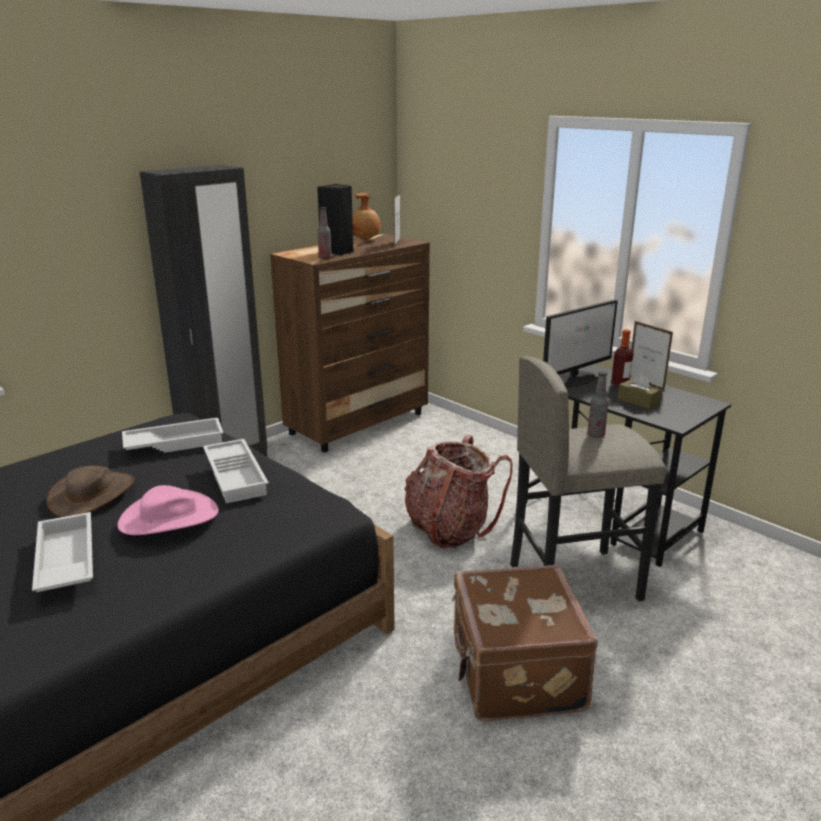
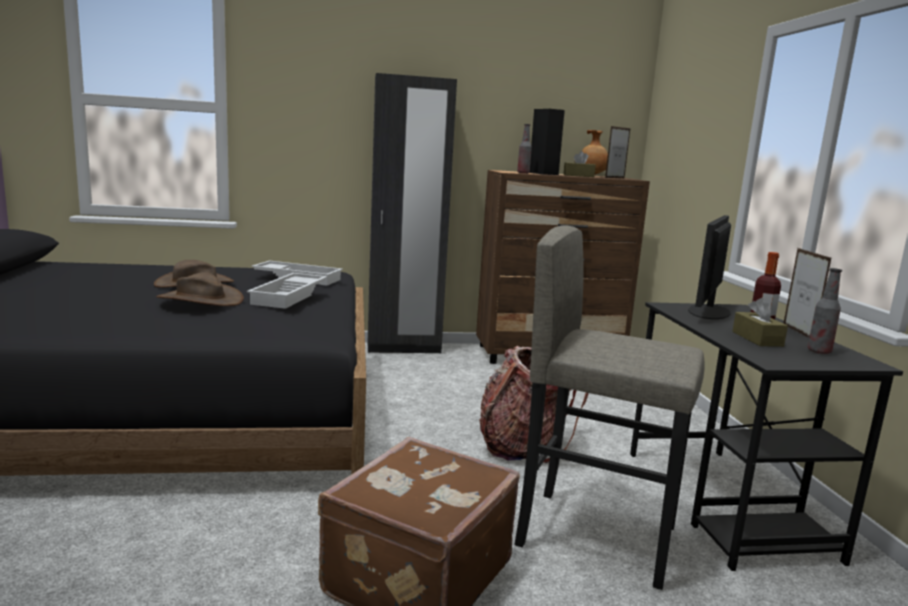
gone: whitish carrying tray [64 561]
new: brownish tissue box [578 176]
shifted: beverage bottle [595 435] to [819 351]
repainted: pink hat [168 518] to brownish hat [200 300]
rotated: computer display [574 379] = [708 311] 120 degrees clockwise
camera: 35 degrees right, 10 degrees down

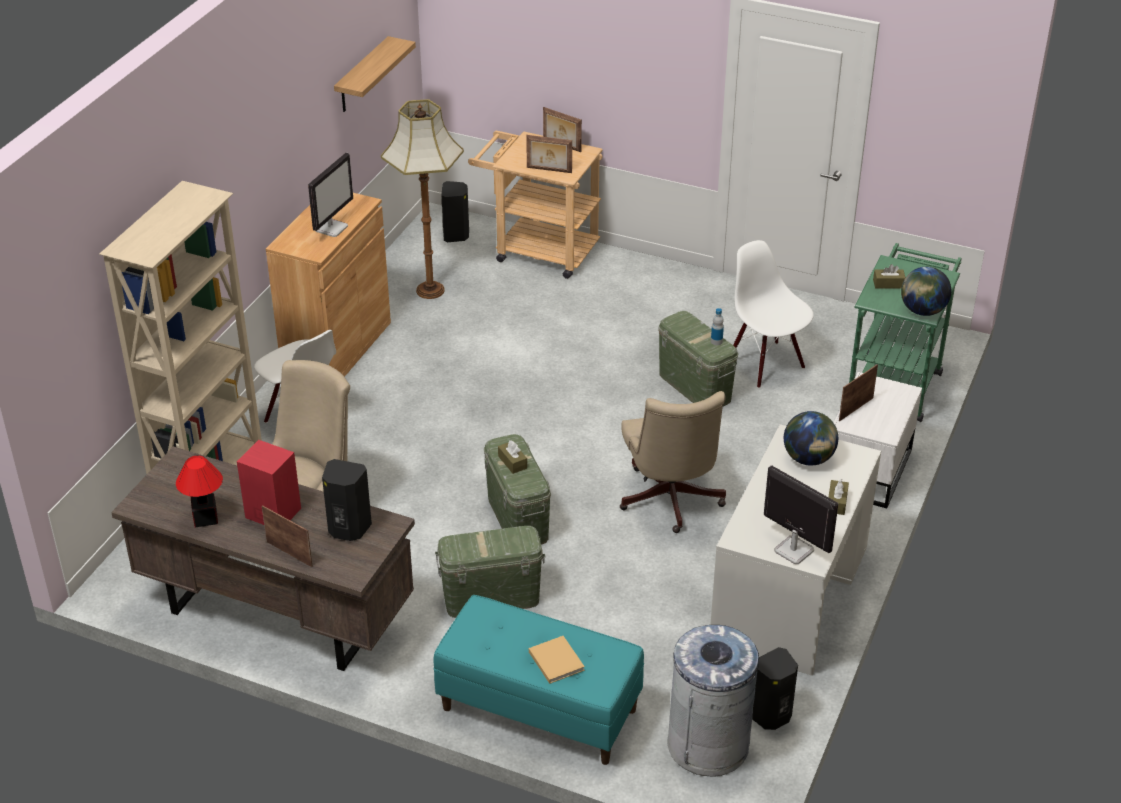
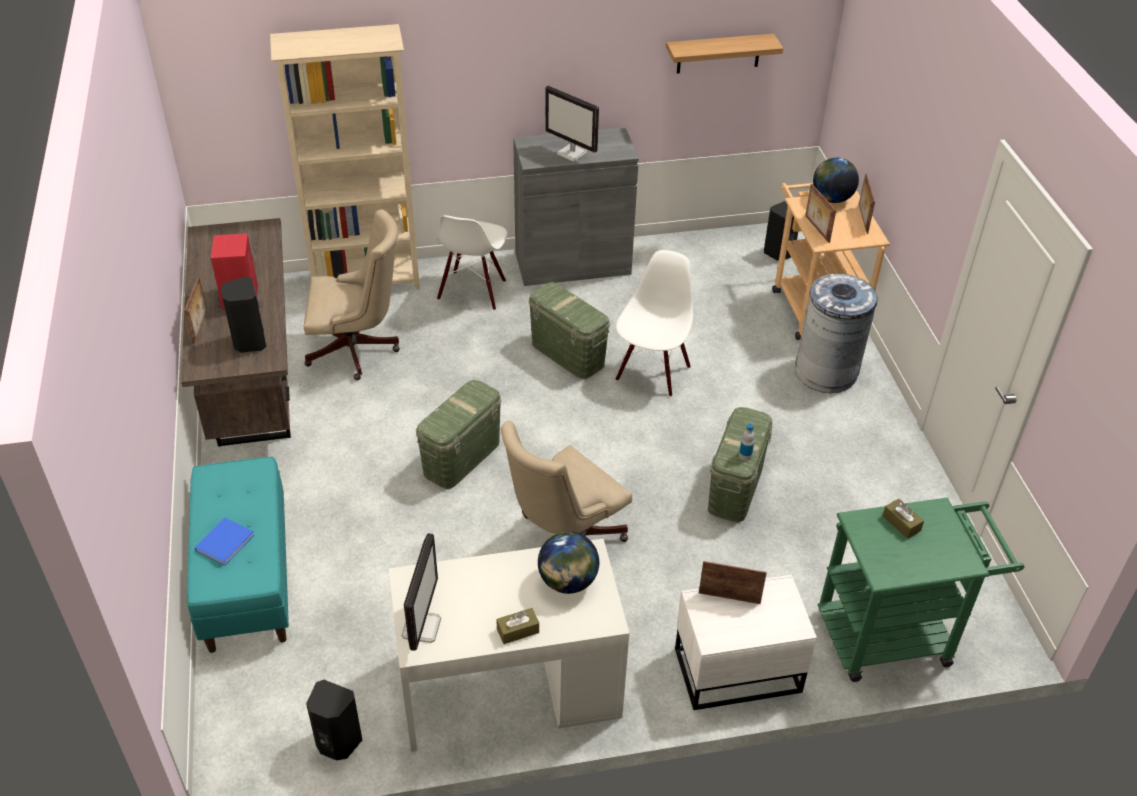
gone: standard lamp [430 290]; brownish tissue box [512 462]; table lamp [205 519]
shifted: whitish plain chair [765 364] to [652 372]; globe [922 311] to [831 198]; greenish storage bin [491 598] to [567 354]; grey trash can [708 744] to [826 372]
repainted: brownish storage cabinet [337 347] to grey storage cabinet [572 263]; sand-coloured volume [555 660] to blue volume [226 541]
rotated: computer display [331 228] = [572 153] 45 degrees clockwise
camera: 55 degrees right, 5 degrees up

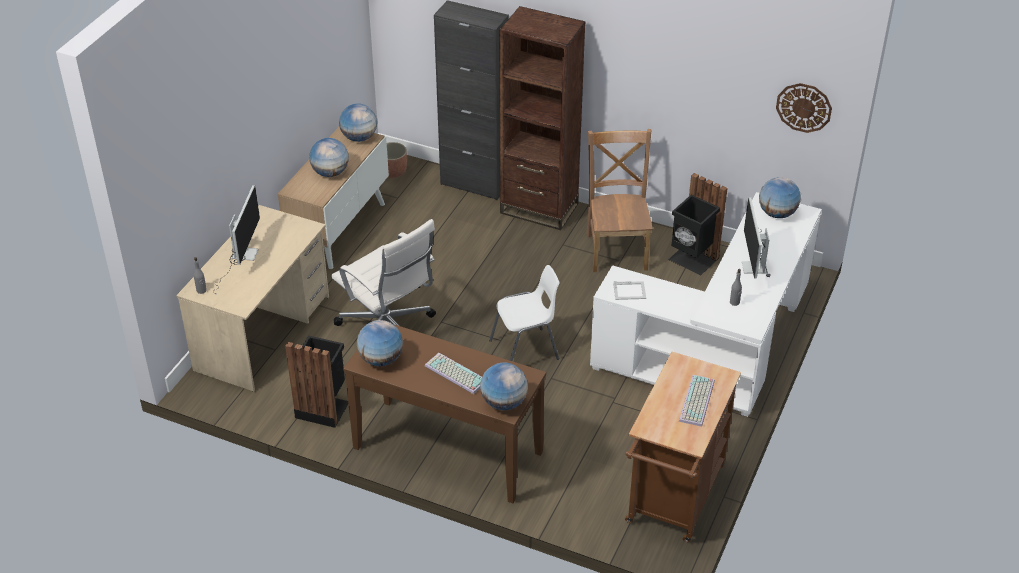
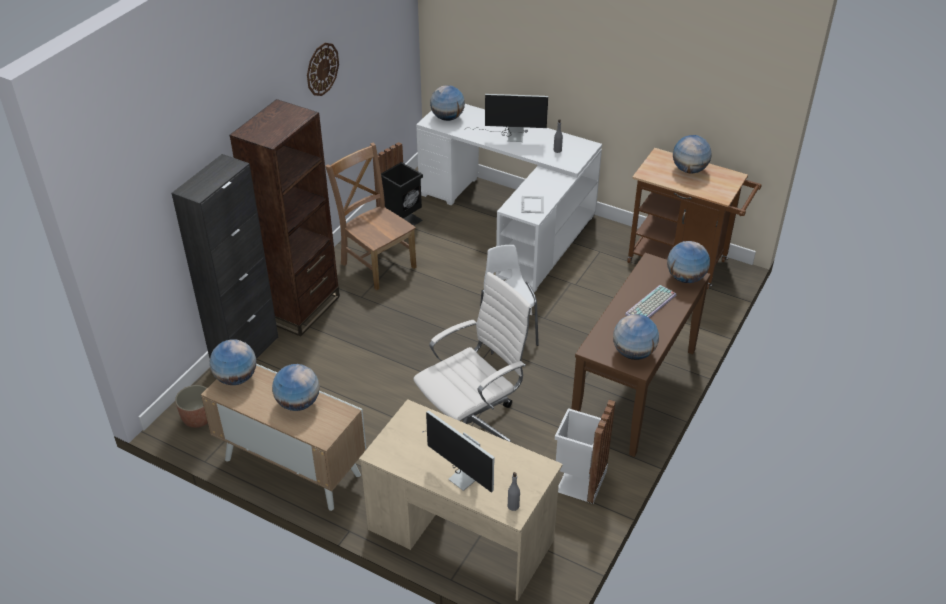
shifted: wall clock [804 107] to [322 69]
swapped: keyboard [698 401] to globe [689 170]
repainted: black-coloured trash can [323 407] to whitish trash can [578 480]
rotated: brownish plain chair [617 249] = [377 263] 45 degrees clockwise; computer display [241 259] = [460 471] 150 degrees counterclockwise
camera: 85 degrees left, 0 degrees up

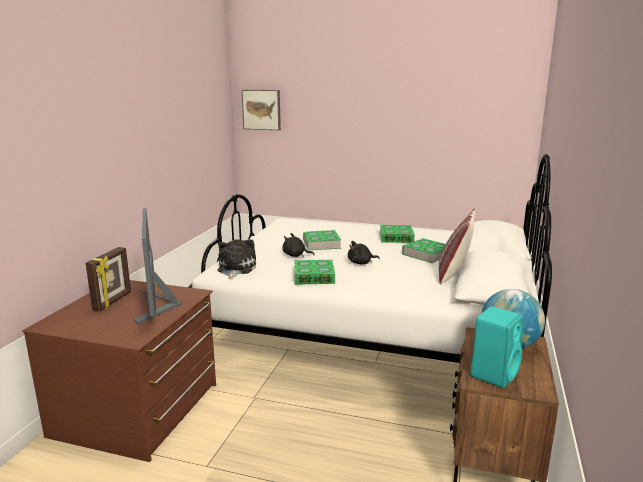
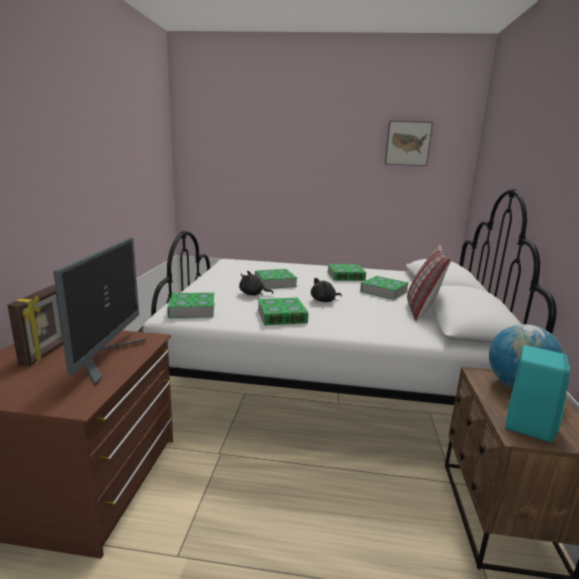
shifted: wall art [262 109] to [407 143]
swapped: cuddly toy [235 269] to volume [192 310]
rotated: computer display [157 306] = [106 357] 150 degrees counterclockwise
camera: 10 degrees left, 0 degrees up

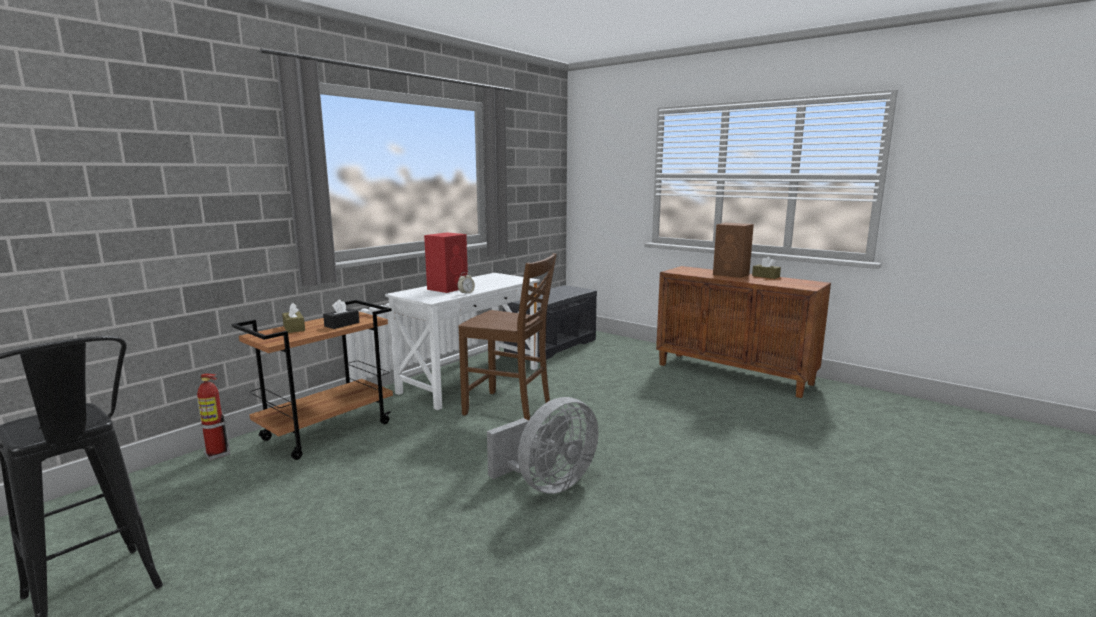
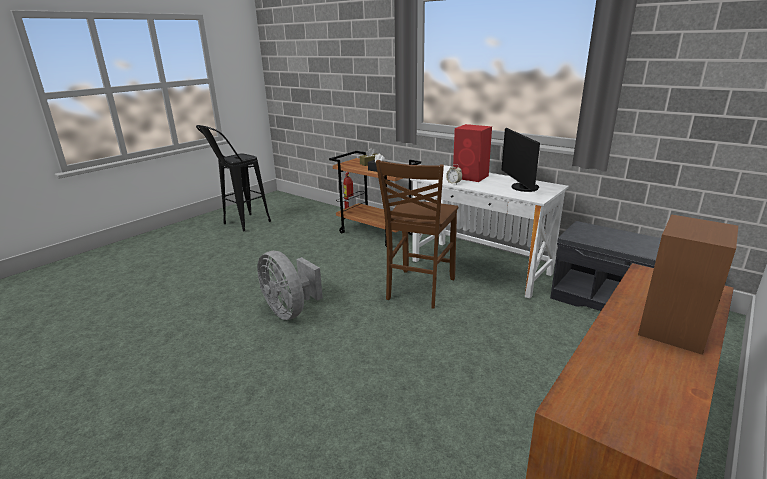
gone: brownish tissue box [765 276]
new: computer display [521 188]
camera: 90 degrees right, 10 degrees up

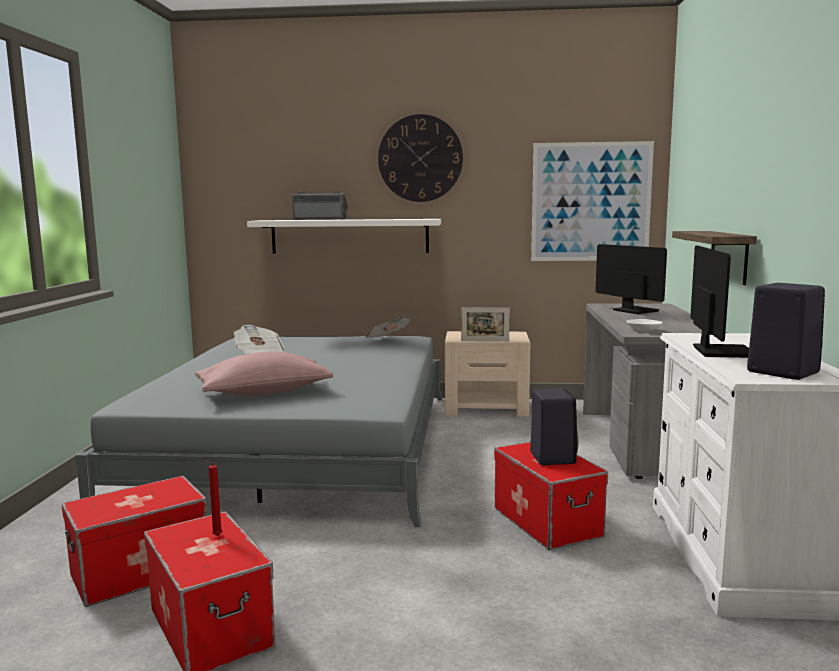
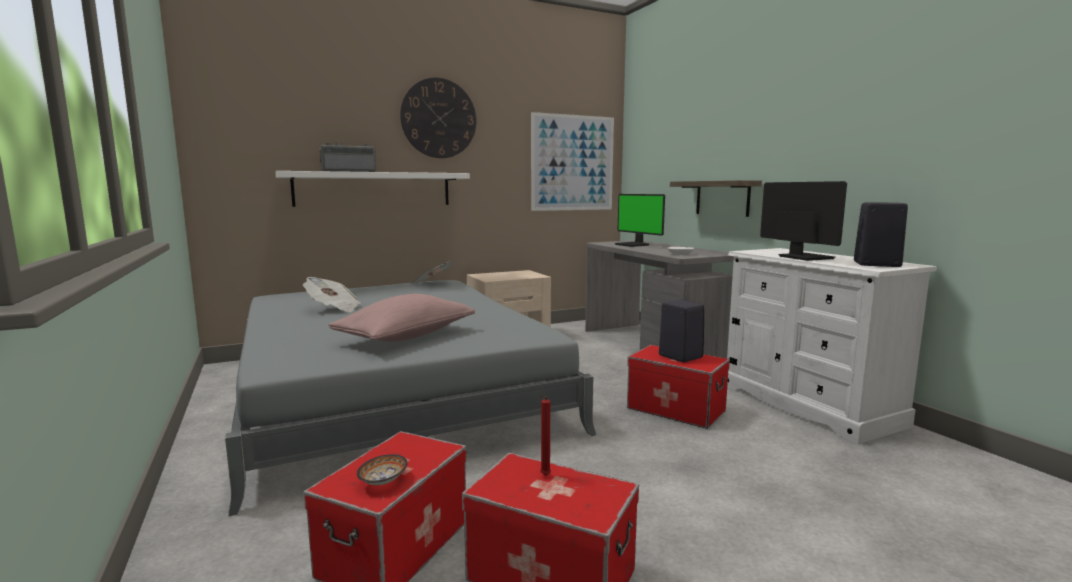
gone: standing frame [485 341]
new: serving bowl [381 482]
rotated: computer display [633 311] = [633 245] 150 degrees counterclockwise
camera: 30 degrees left, 0 degrees up

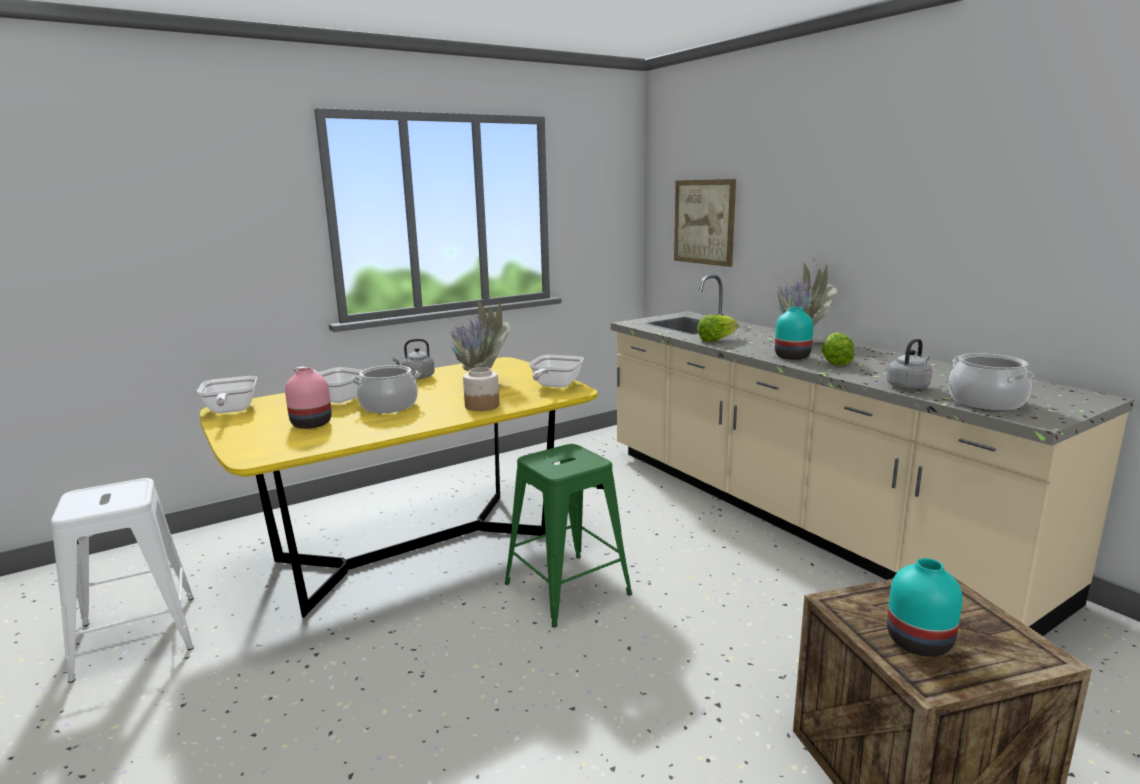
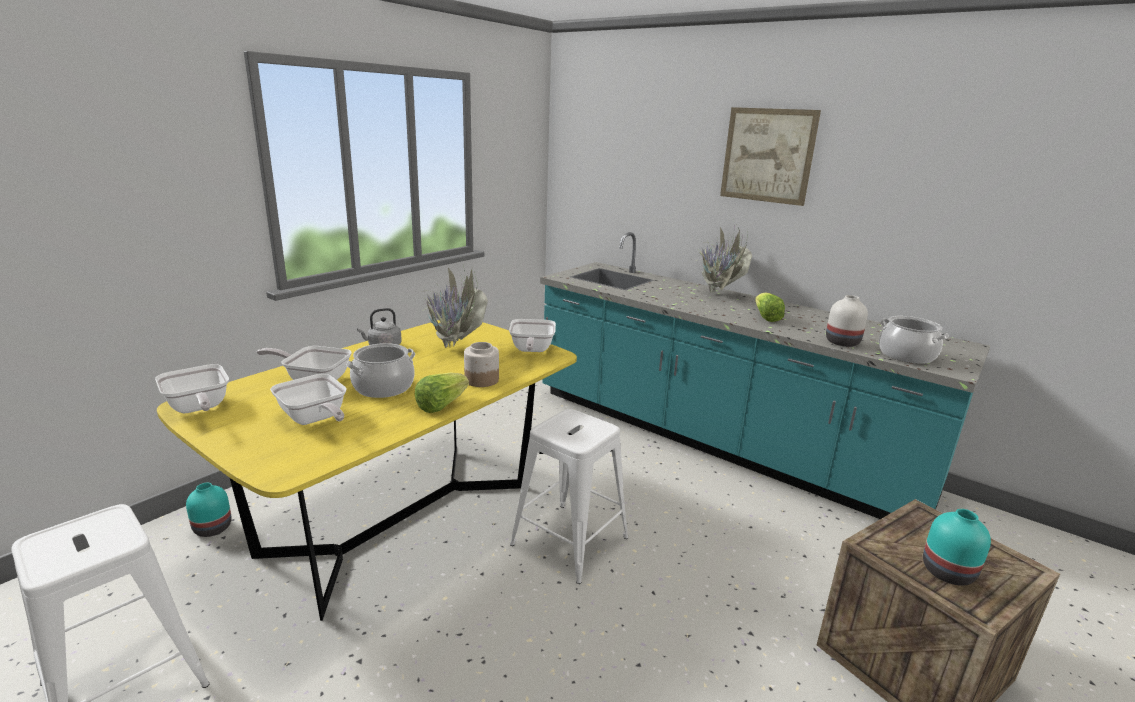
shifted: wall art [704 222] to [767 155]; turquoise flower vase [793 356] to [214 528]; head of lettuce [716 340] to [441 405]
swapped: grey kettle [908 386] to whitish flower vase [841 342]; pink flower vase [310 424] to skillet [314 419]
repainted: sand-coloured kitchen counter [797 515] to turquoise kitchen counter [716 440]; greenish sitting stool [567 588] to whitish sitting stool [569 541]
camera: 20 degrees left, 5 degrees up

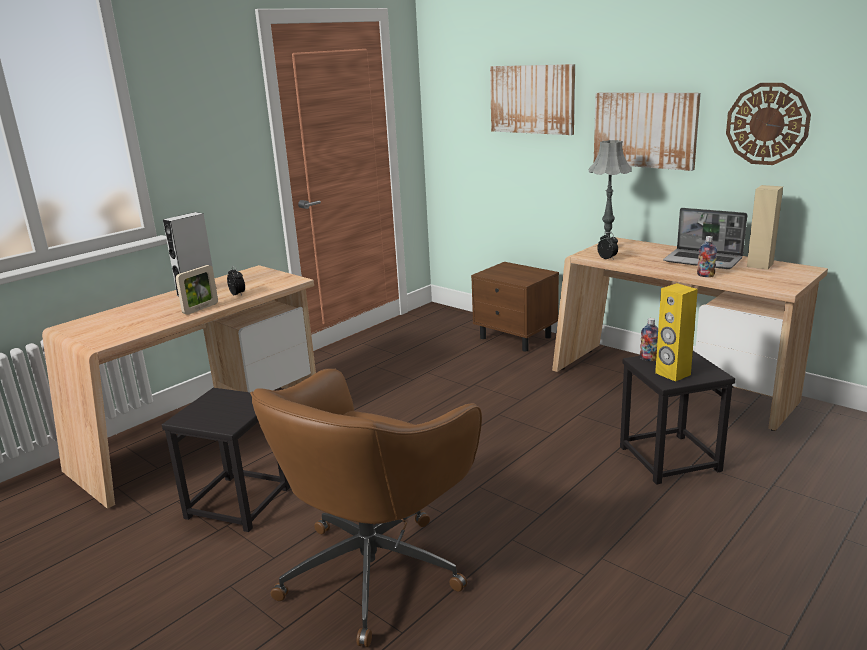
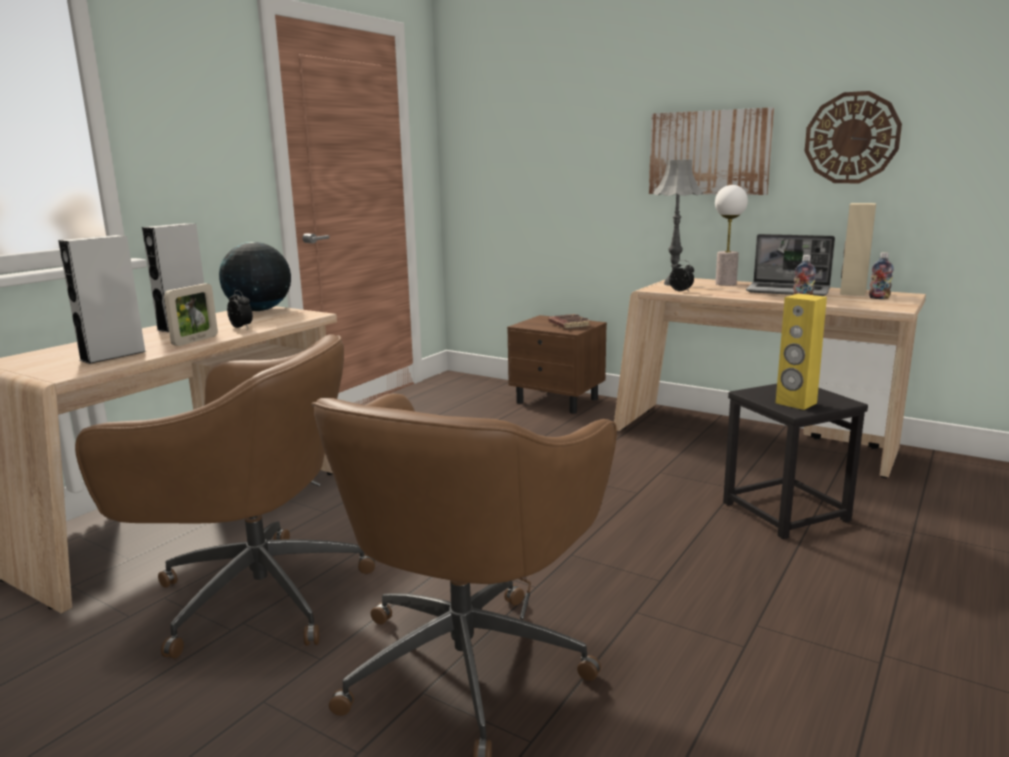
gone: wall art [532 99]
new: table lamp [725 283]; grey audio speaker [113 355]; globe [259 310]; brownish volume [568 325]
shifted: beverage bottle [648 359] to [879 298]
swapped: black-coloured sitting stool [239 503] to brownish office chair [255 594]
camera: 10 degrees left, 5 degrees down

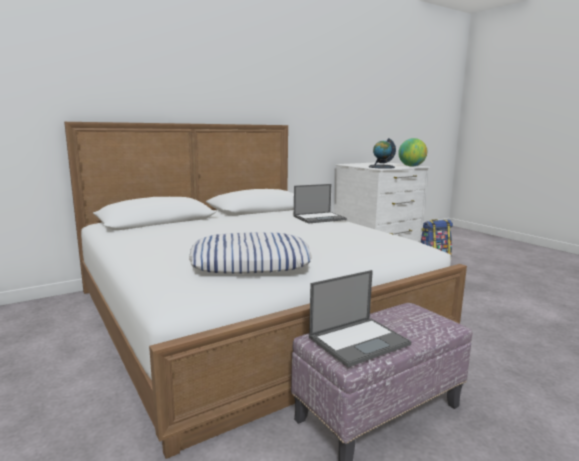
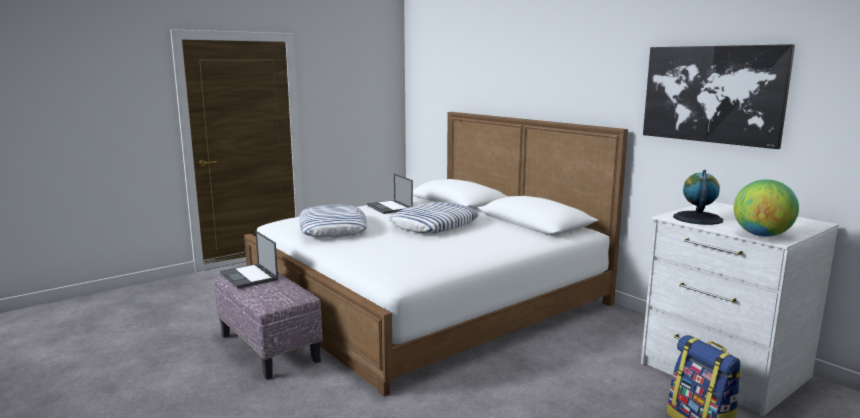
new: wall art [712 94]; pillow [434 225]
shifted: laptop [320 218] to [390 207]
camera: 85 degrees right, 0 degrees up

